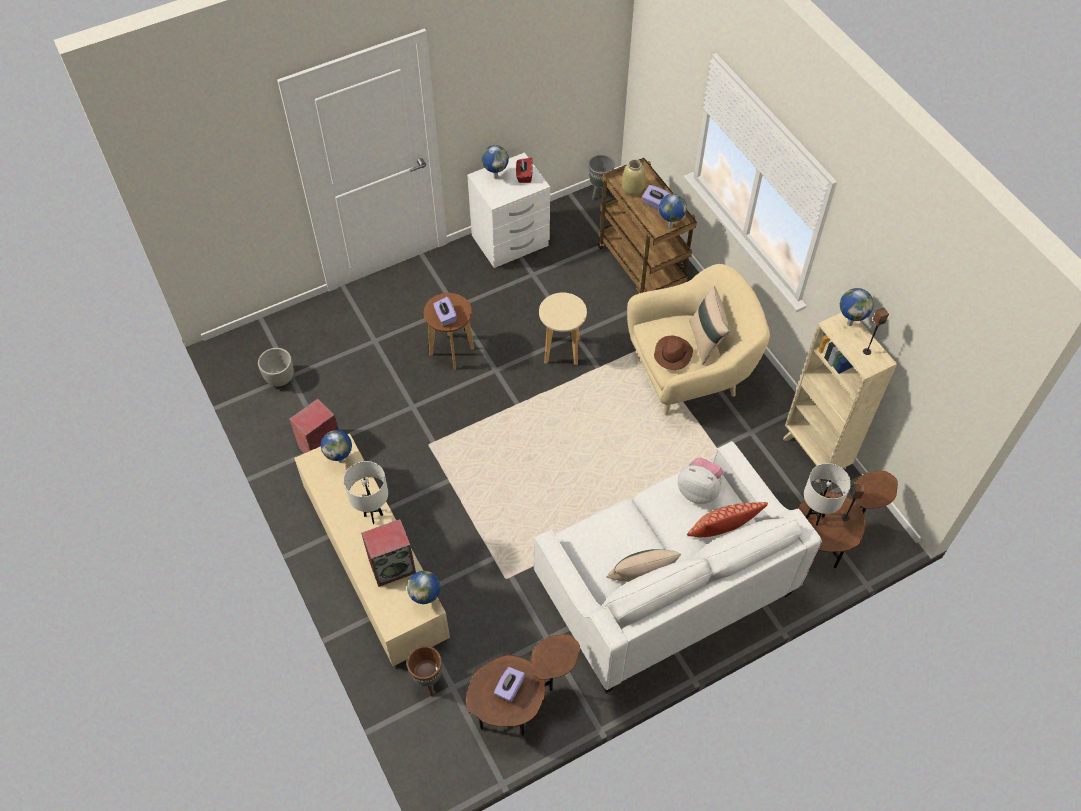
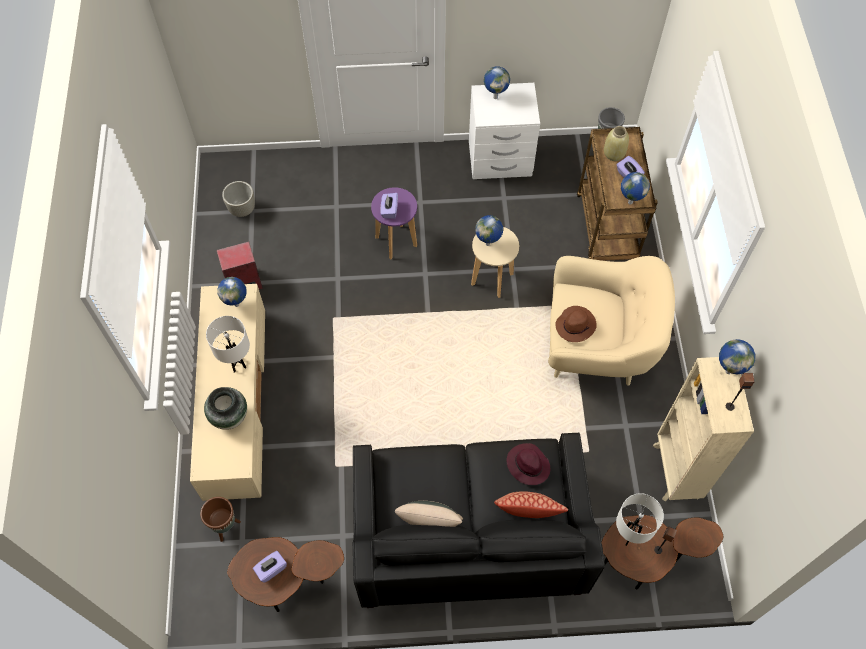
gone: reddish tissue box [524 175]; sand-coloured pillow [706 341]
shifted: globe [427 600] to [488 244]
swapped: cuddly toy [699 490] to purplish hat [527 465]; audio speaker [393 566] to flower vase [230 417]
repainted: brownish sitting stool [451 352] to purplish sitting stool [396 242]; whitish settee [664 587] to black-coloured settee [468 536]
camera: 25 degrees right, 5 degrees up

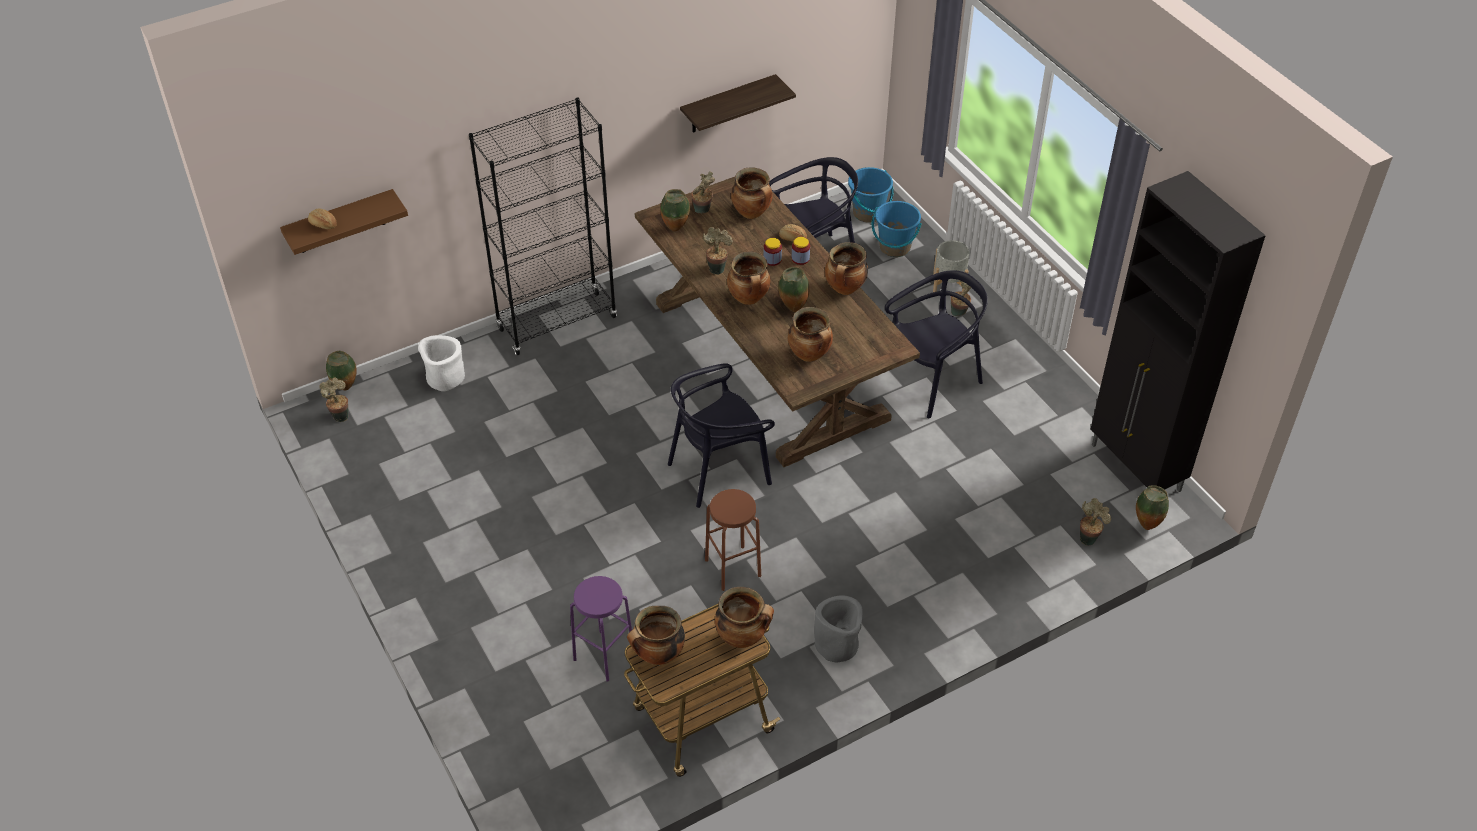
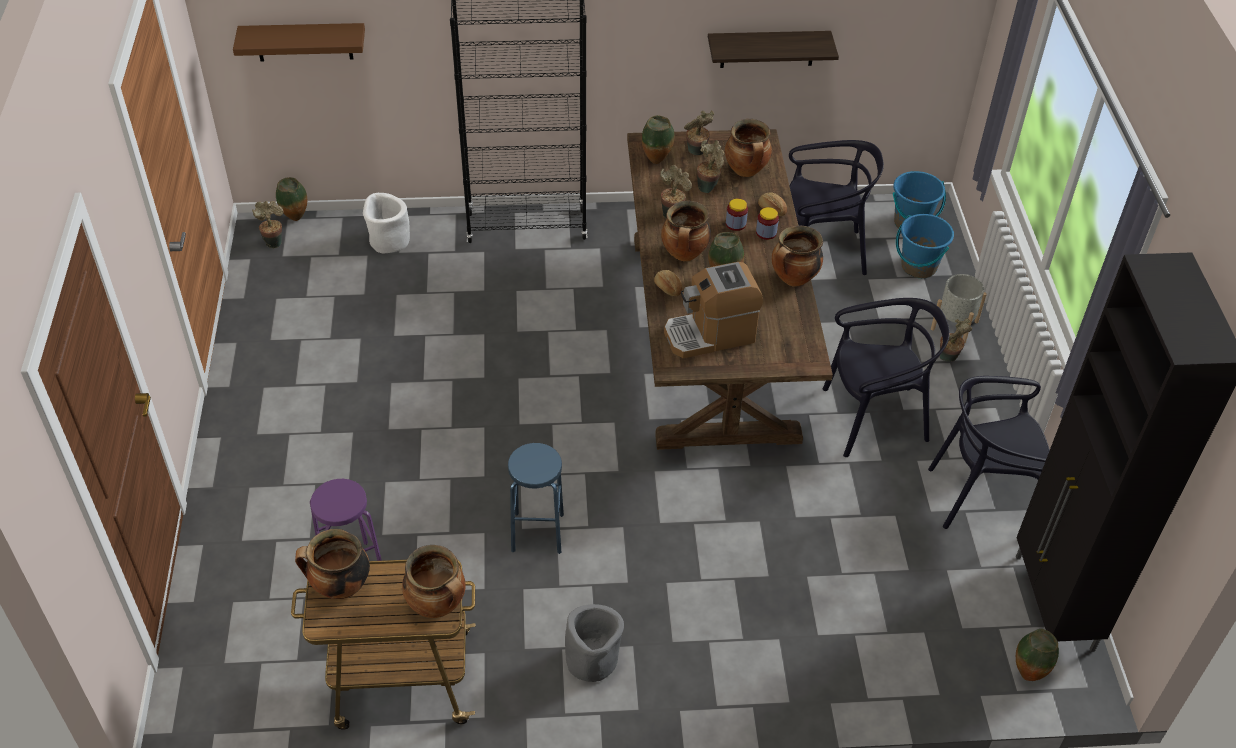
shifted: baked bread [322 224] to [667 288]; black-coloured plain chair [719 470] to [983 496]; potted plant [1089 538] to [708 187]
swapped: cooking pot [810 355] to coffee brewer [710 334]
repainted: brownish sitting stool [732 568] to blue sitting stool [537 532]
camera: 25 degrees right, 0 degrees up

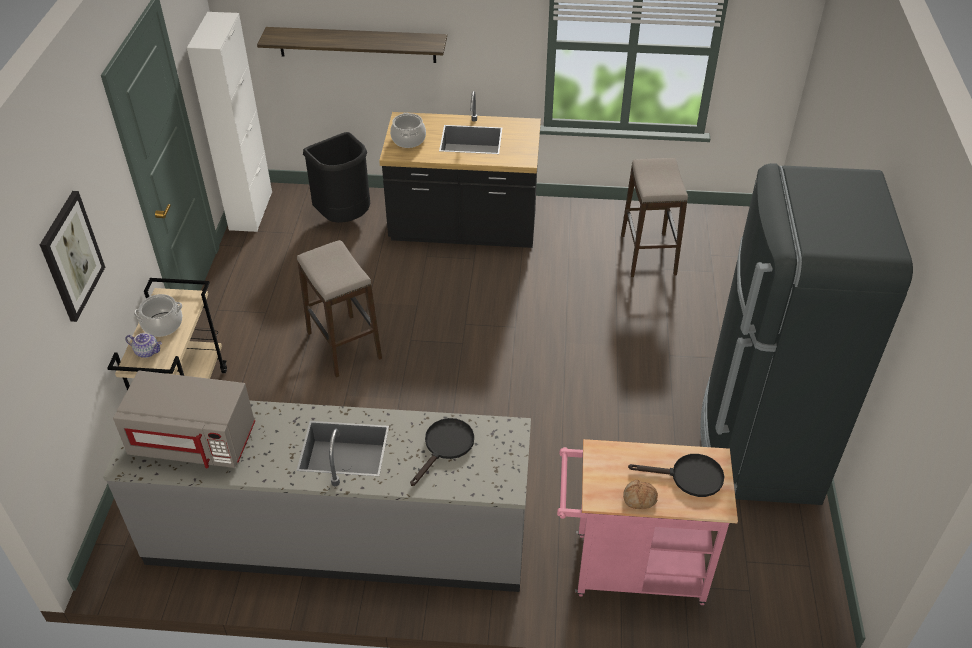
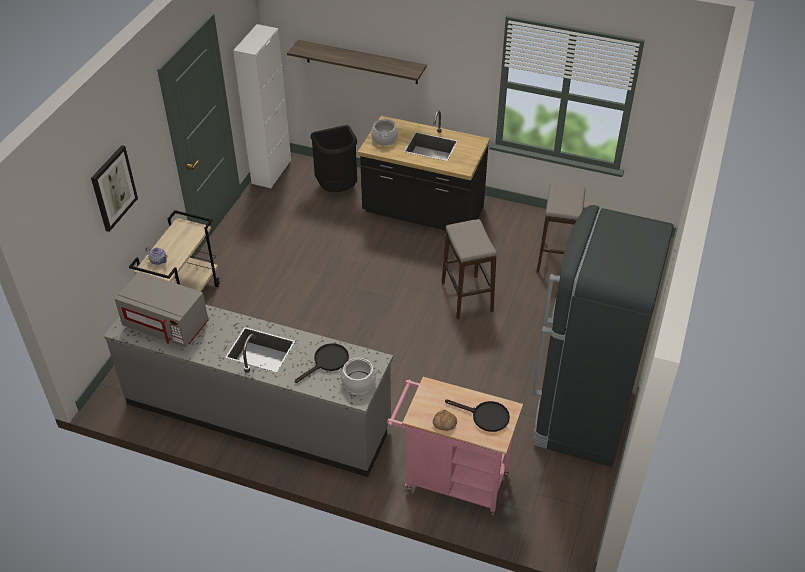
shifted: sitting stool [344 345] to [467 297]; cooking pot [163 324] to [358 382]
camera: 15 degrees right, 0 degrees up

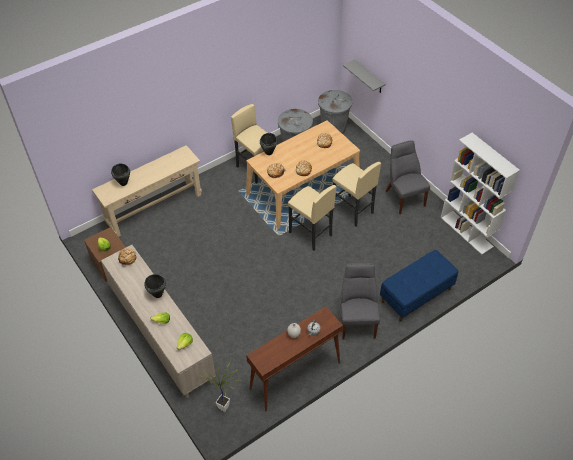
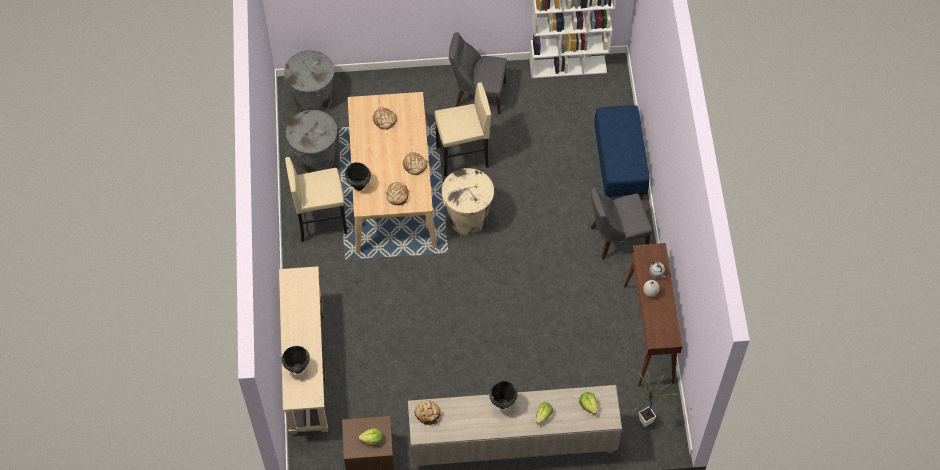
gone: grey shelf [369 77]
swapped: sand-coloured sitting stool [310 234] to sand-coloured trash can [468 218]
rotated: grey plain chair [357 320] = [616 238] 45 degrees counterclockwise
camera: 60 degrees left, 10 degrees up

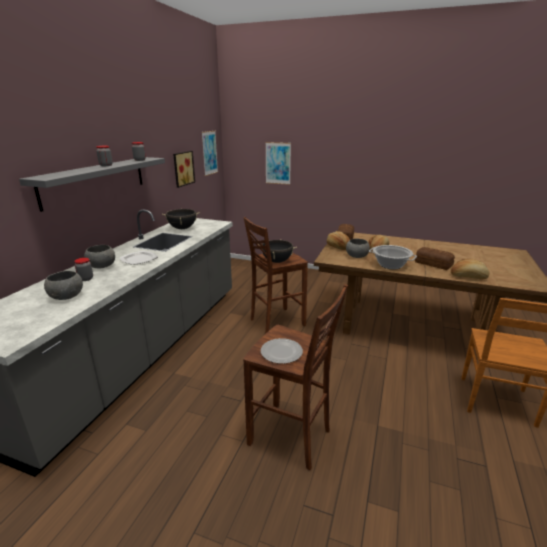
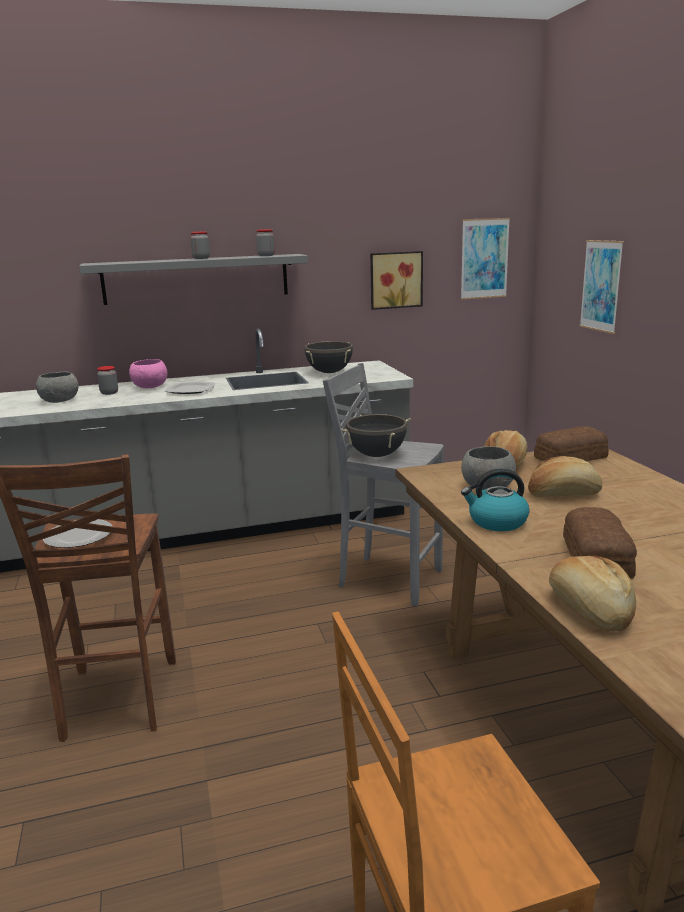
swapped: cooking pot [391 265] to kettle [496 522]
repainted: brownish sitting stool [275 322] to grey sitting stool [388 578]; grey serving bowl [102 266] to pink serving bowl [150 387]
camera: 55 degrees right, 5 degrees down

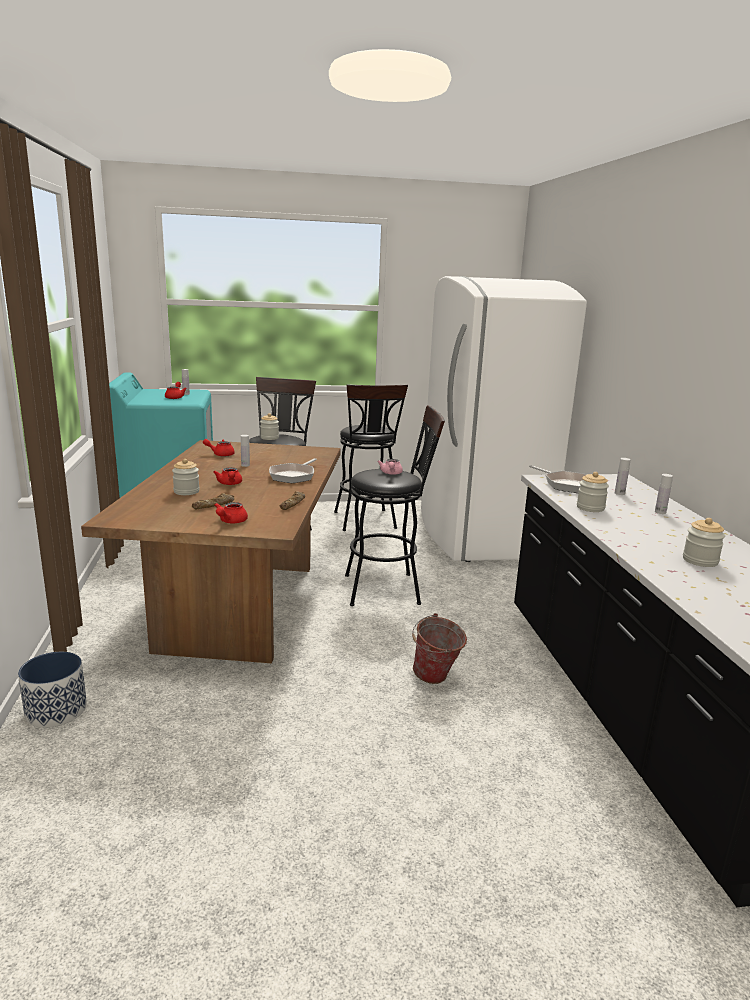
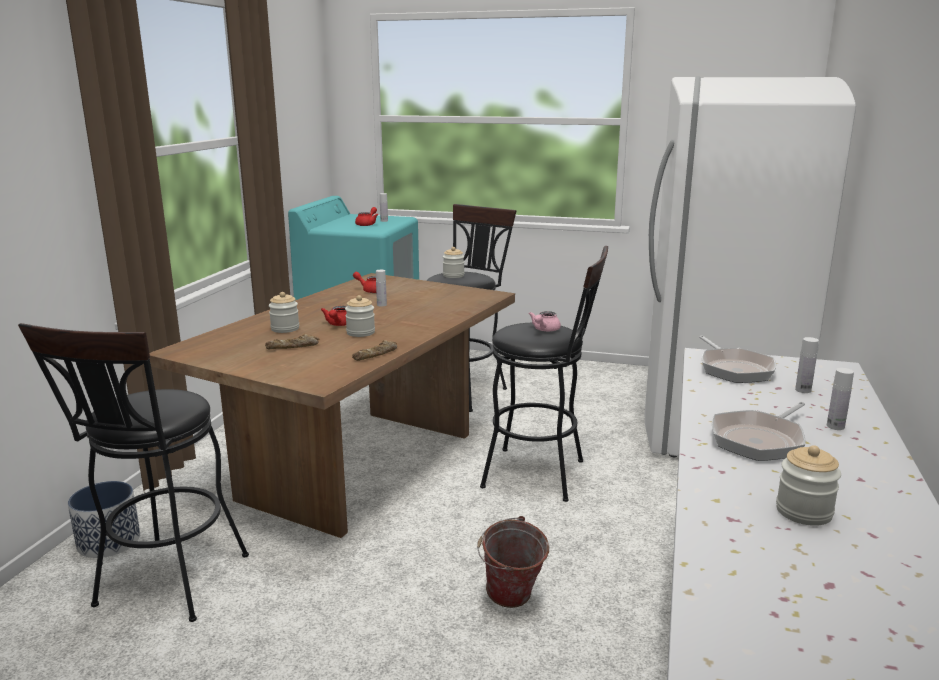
gone: reddish tea pot [230 521]
shifted: black-coloured sitting stool [366 522] to [167 587]; skillet [294 476] to [760 440]; storage jar [590 508] to [360 332]
camera: 25 degrees right, 0 degrees up

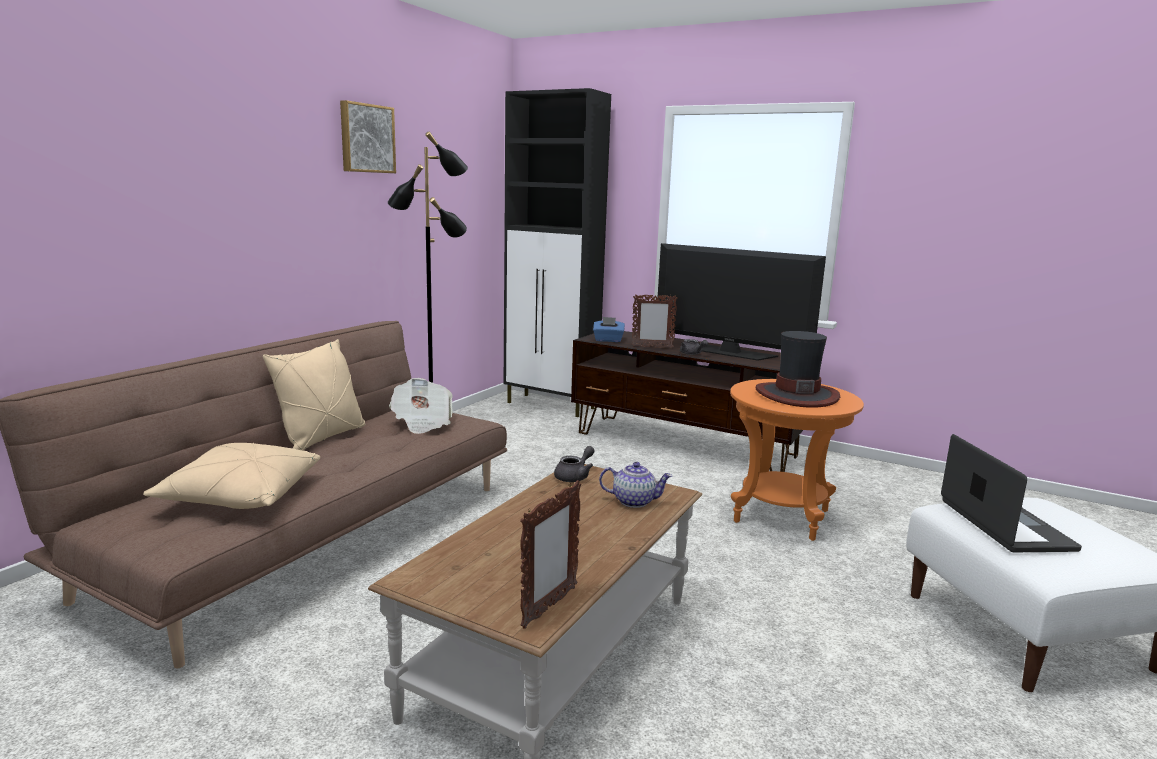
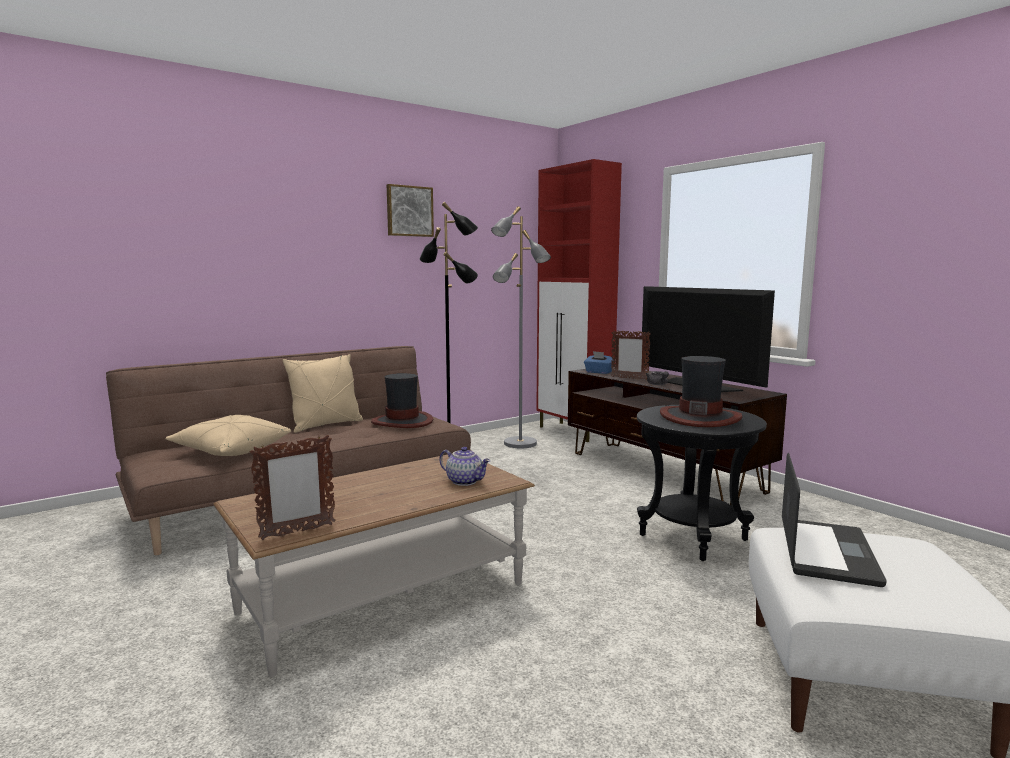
gone: grey tea pot [575 476]
new: grey standard lamp [520 444]
swapped: daily paper [422 422] to hat [402 421]
repainted: black-coloured storage cabinet [551 406] to reddish storage cabinet [574 432]; orange end table [781 516] to black-coloured end table [693 537]
camera: 25 degrees right, 5 degrees down

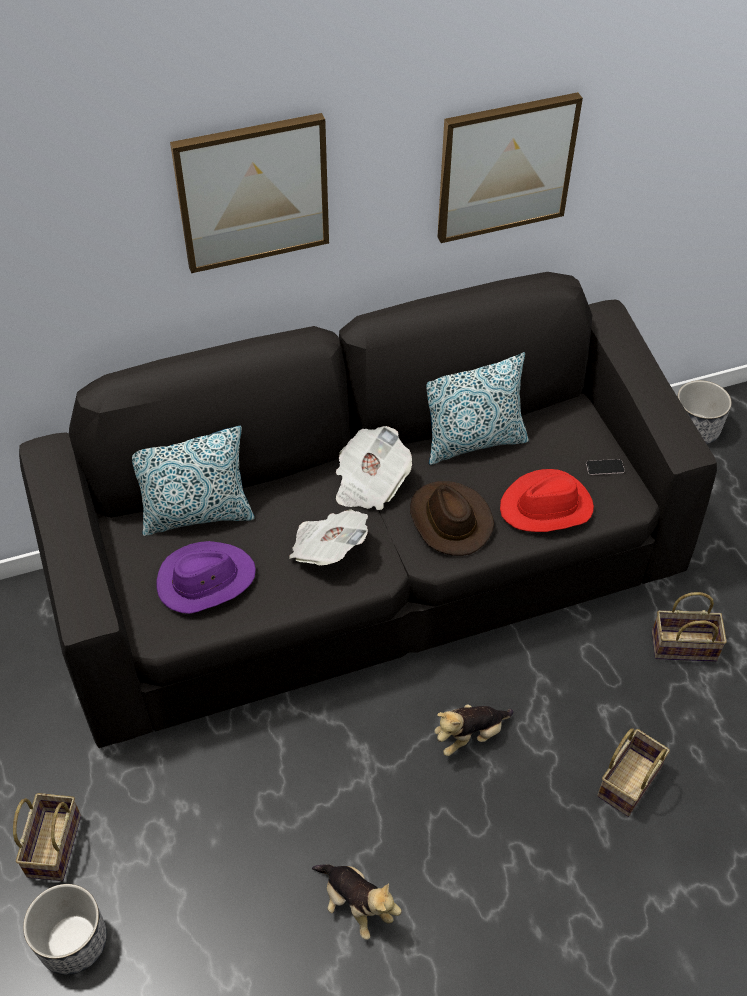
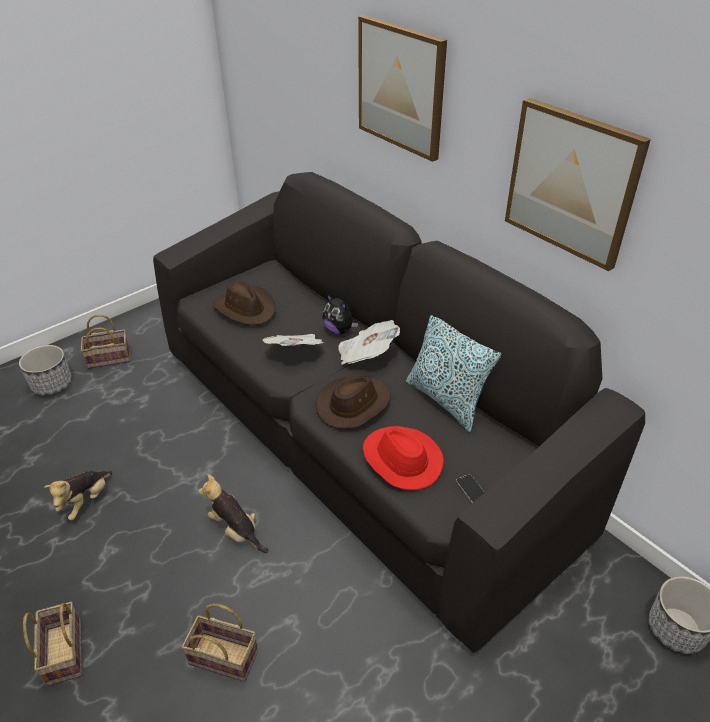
gone: pillow [197 515]
new: cuddly toy [339 330]
shifted: storage basket [682 647] to [63 651]
repainted: purplish hat [205 580] to brownish hat [245 308]
camera: 70 degrees right, 10 degrees down

